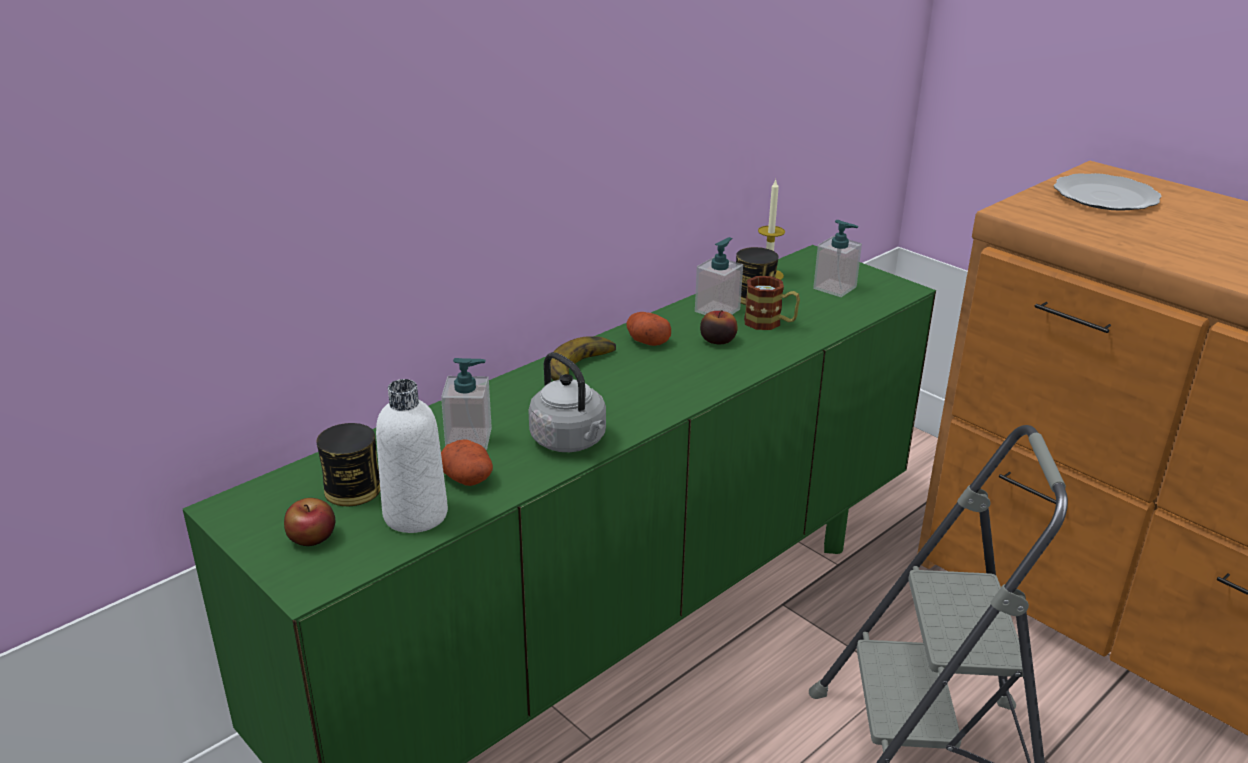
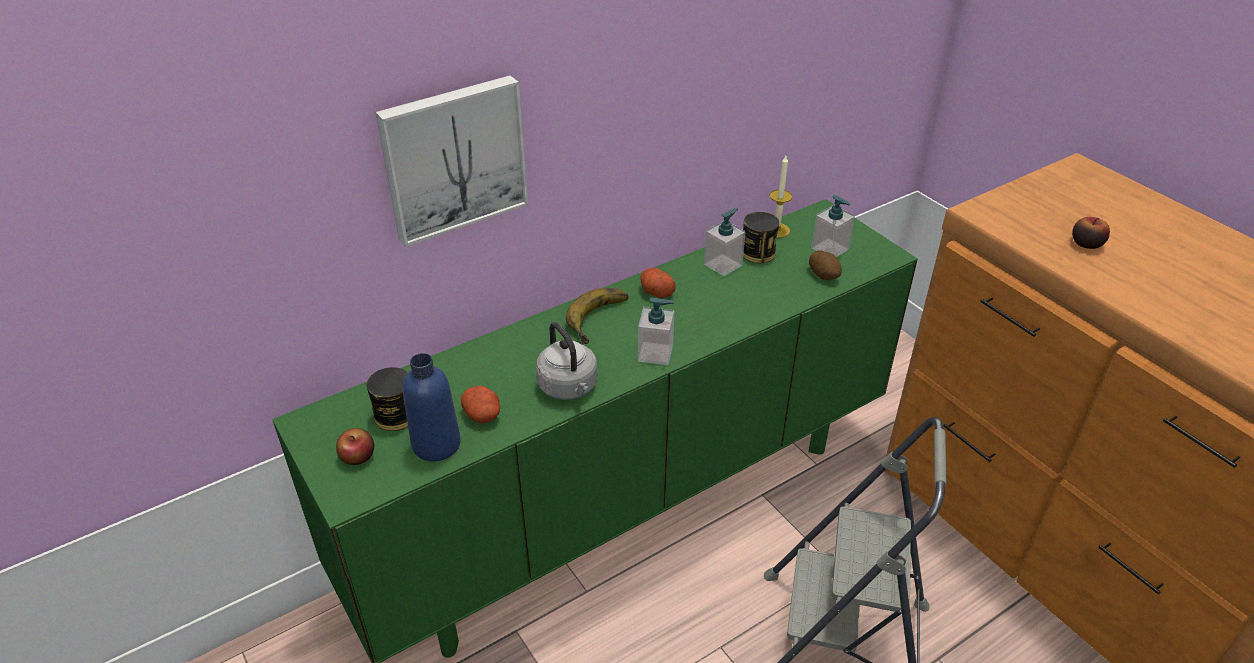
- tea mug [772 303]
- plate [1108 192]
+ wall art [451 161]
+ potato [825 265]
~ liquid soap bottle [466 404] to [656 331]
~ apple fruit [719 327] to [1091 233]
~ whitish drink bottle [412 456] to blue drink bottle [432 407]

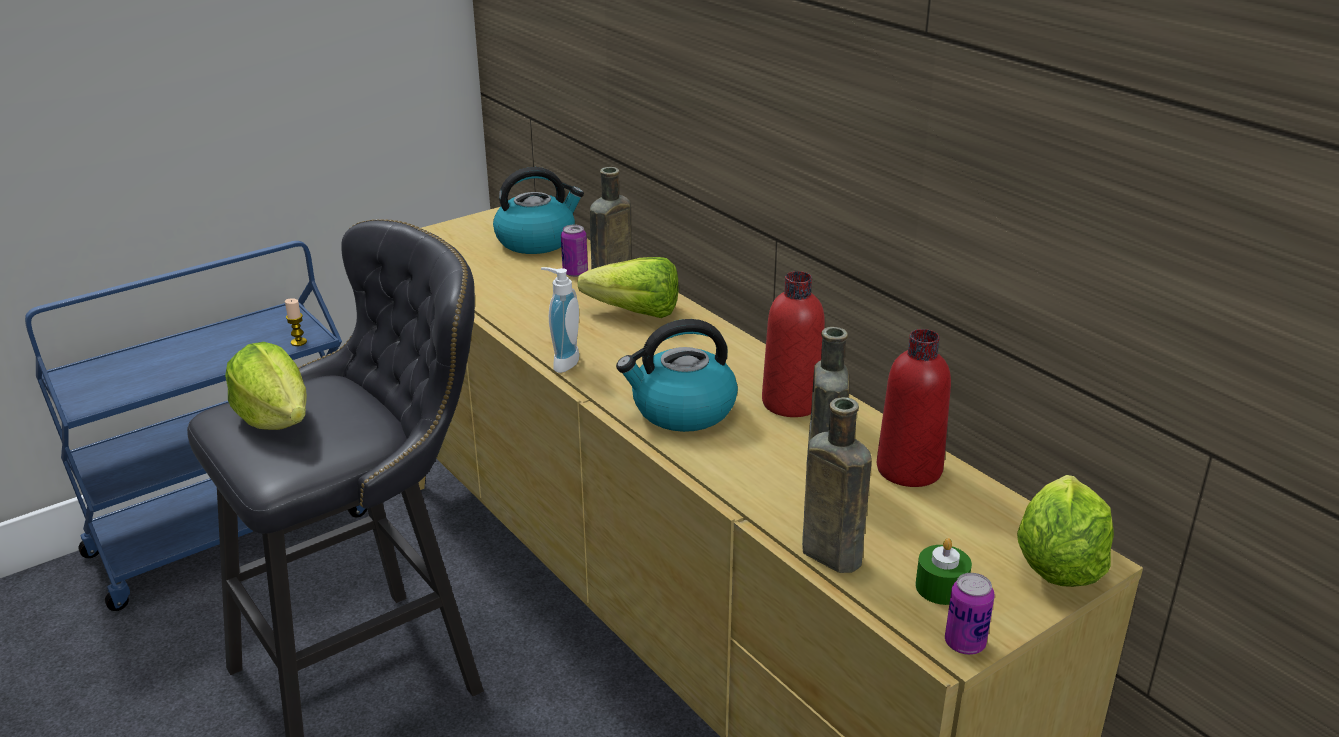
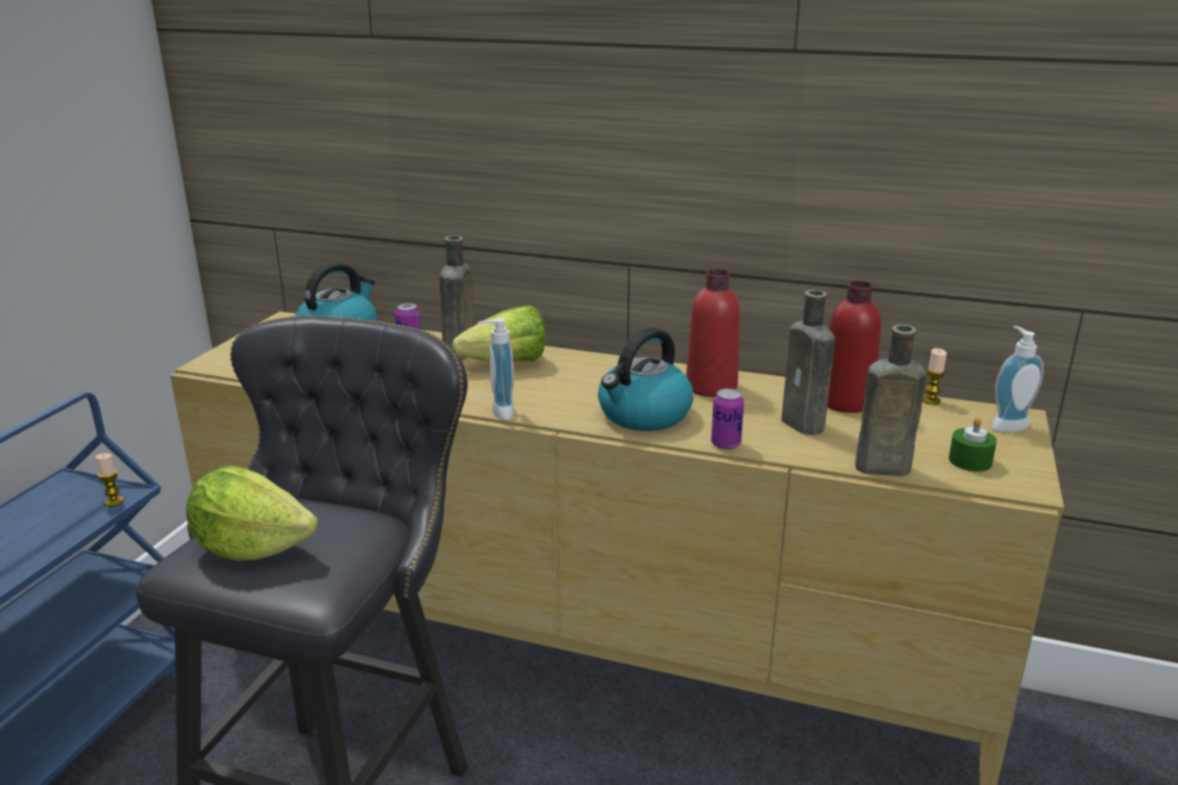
+ wax candle [935 376]
~ can [970 614] to [727 419]
~ lettuce [1065 531] to liquid soap bottle [1017 379]

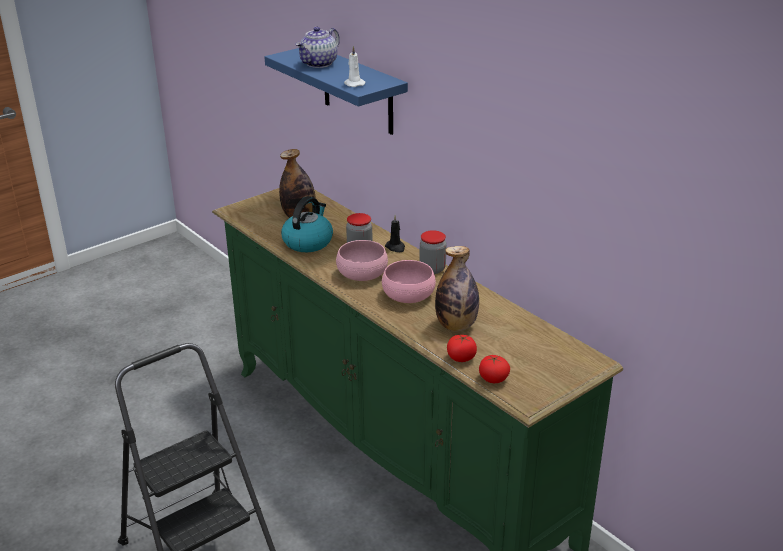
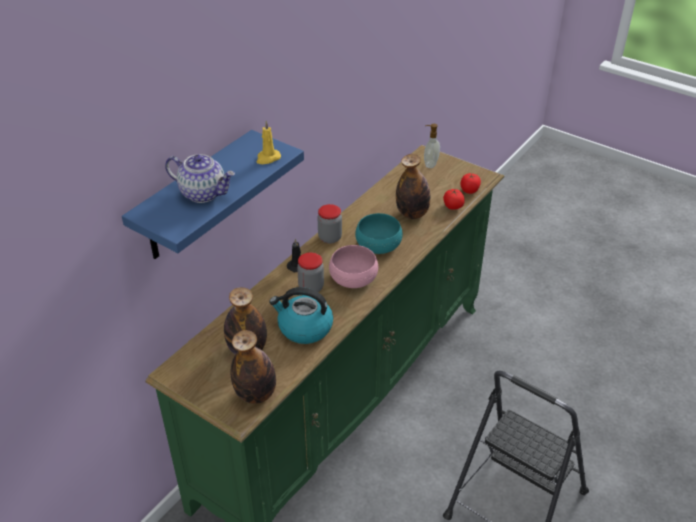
+ drink bottle [253 367]
+ liquid soap bottle [432 146]
~ whitish wax candle [354 66] to yellowish wax candle [269 142]
~ pinkish serving bowl [409 281] to turquoise serving bowl [379 233]

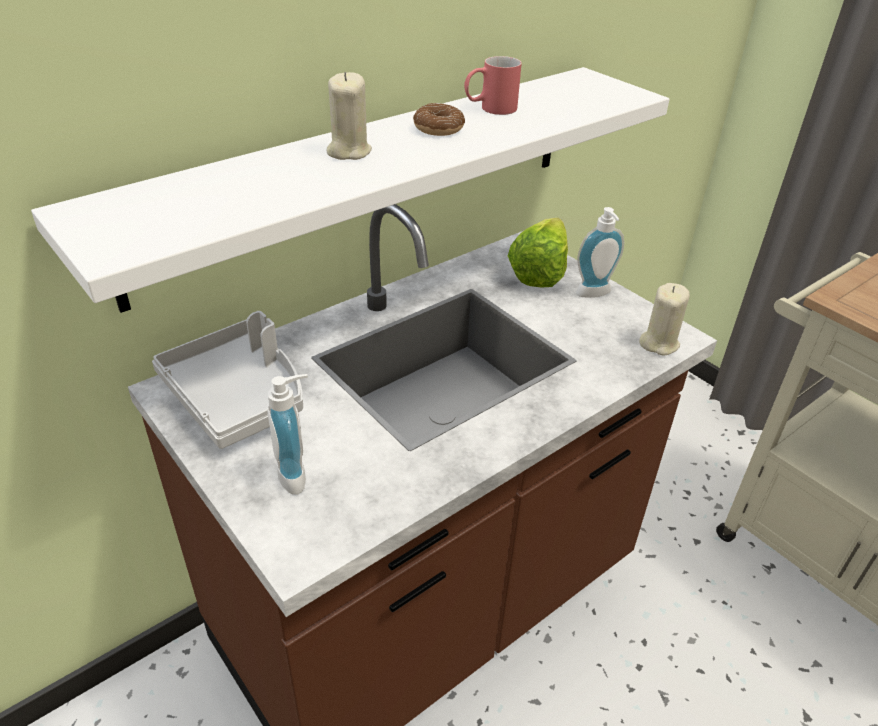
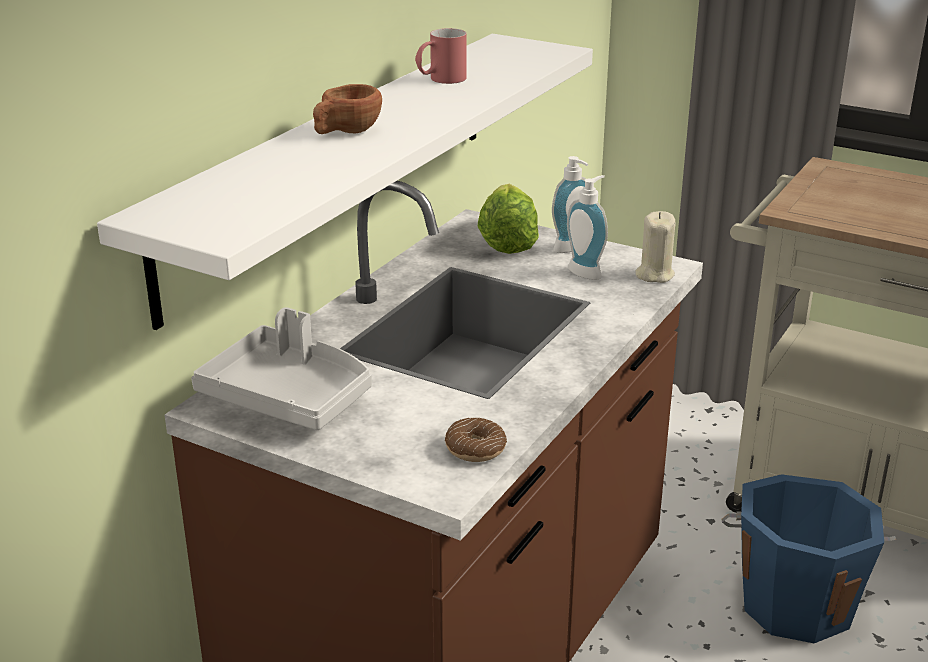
+ blue bucket [808 558]
~ liquid soap bottle [288 434] to [587 227]
~ doughnut [439 119] to [476 440]
~ sand-coloured wax candle [349 116] to brown cup [347 109]

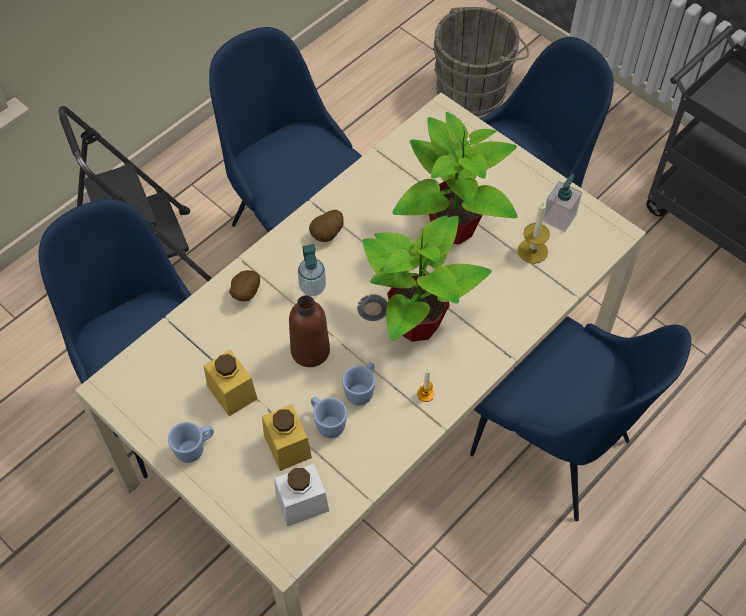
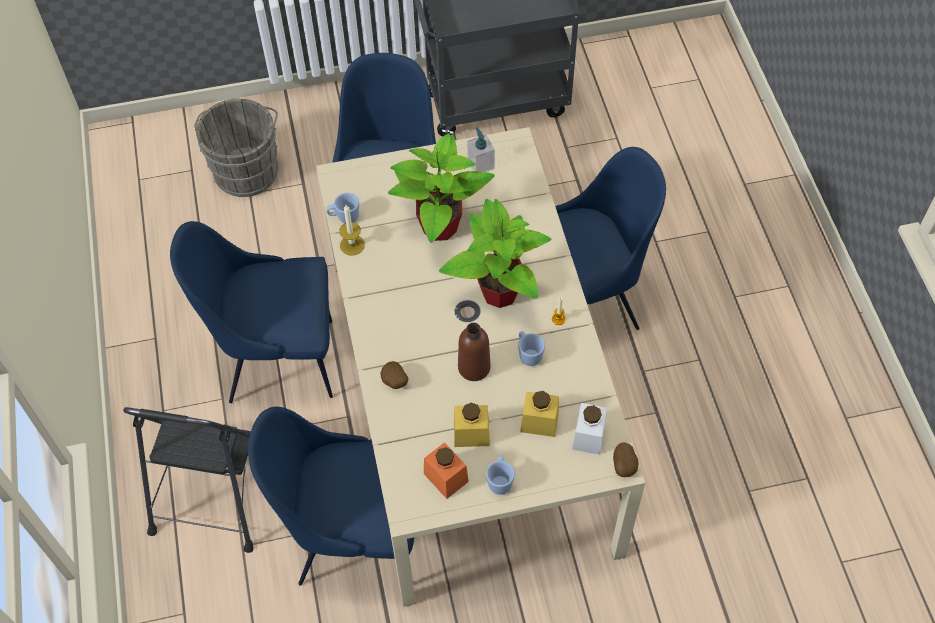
- liquid soap bottle [312 270]
+ orange-coloured storage jar [446 470]
~ potato [326 226] to [625 460]
~ blue tea mug [329 417] to [342 208]
~ wax candle [534 232] to [352 230]

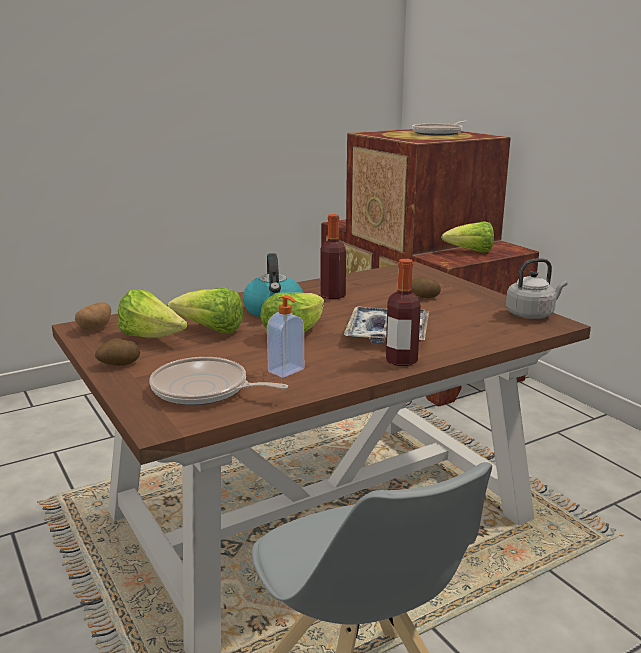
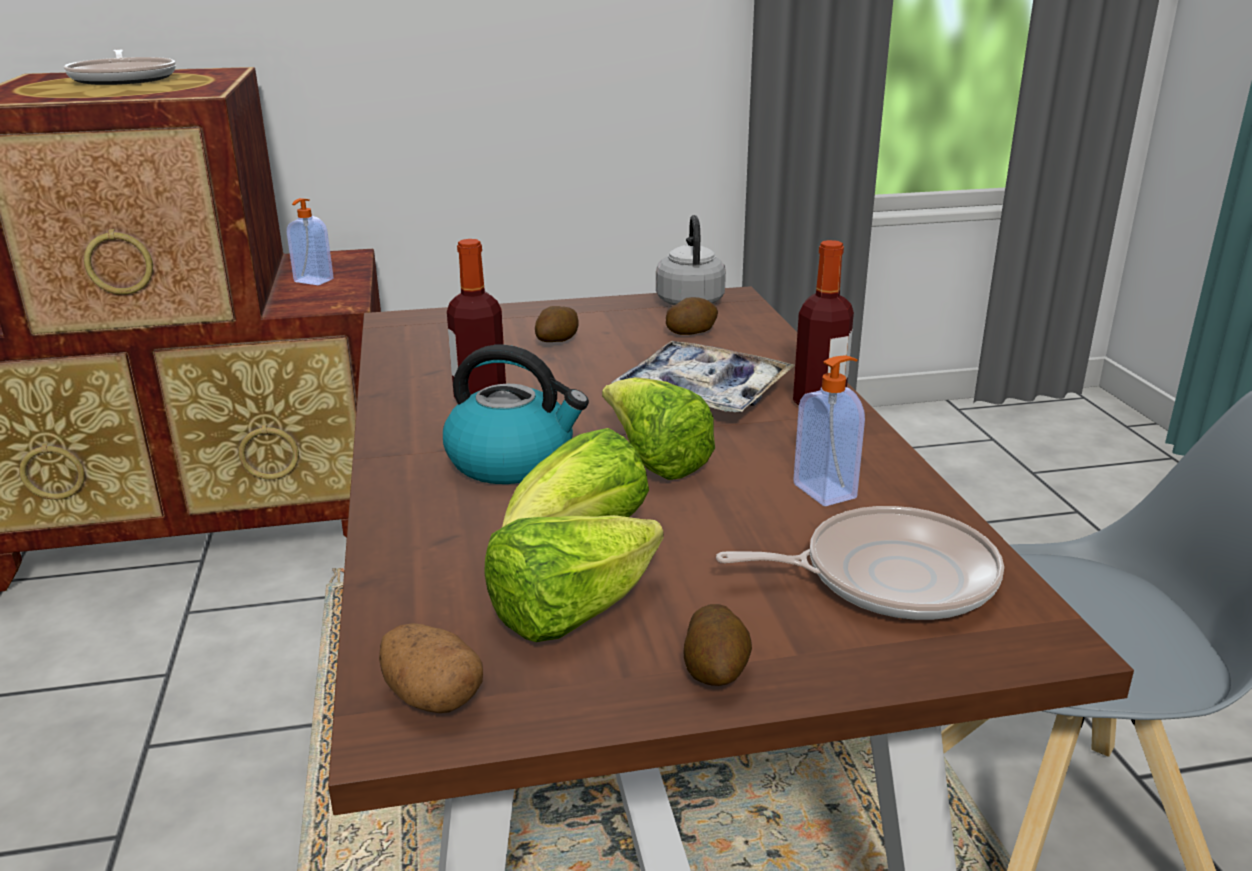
+ potato [692 316]
~ lettuce [467 237] to liquid soap bottle [310 241]
~ skillet [218 381] = [860 563] 135 degrees counterclockwise

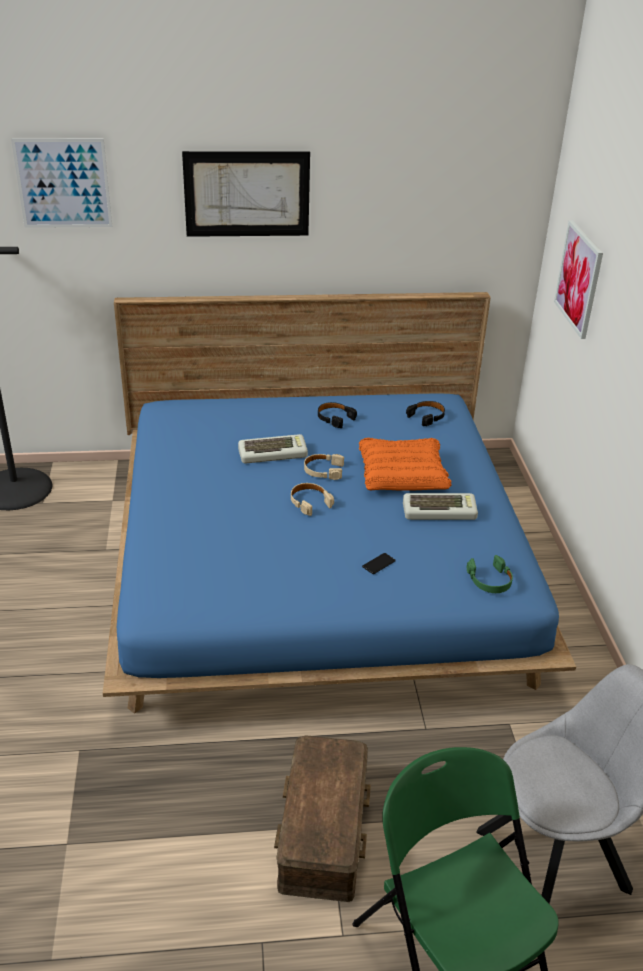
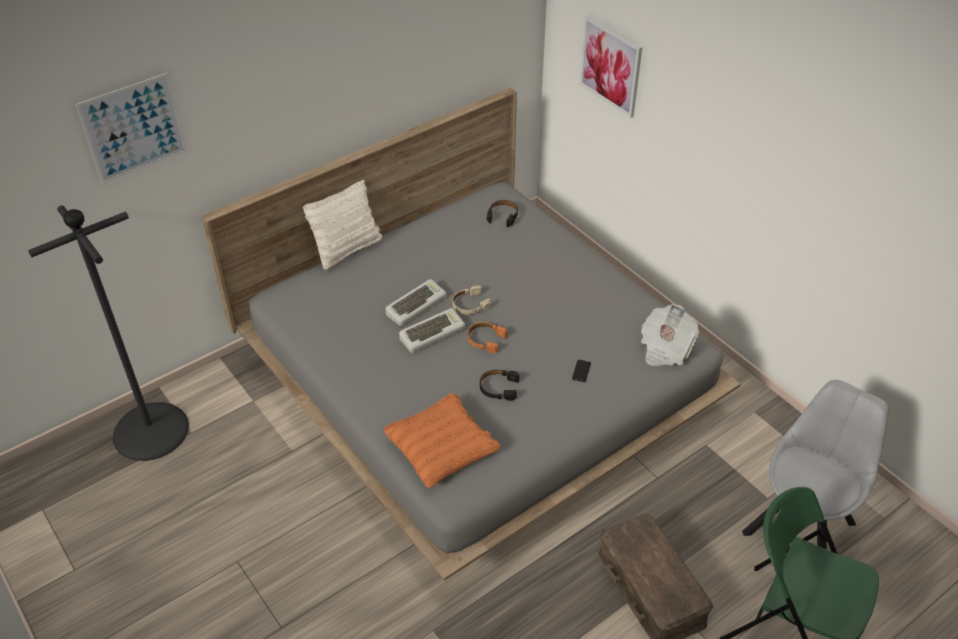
- wall art [246 194]
+ sand-coloured pillow [342 225]
~ black headset [337 415] to [499 385]
~ orange-coloured pillow [405 464] to [441 440]
~ keyboard [440 506] to [432 330]
~ green-coloured headset [490 574] to daily paper [670 335]
~ blue bed [339 503] to gray bed [471 334]
~ sand-coloured headset [312 499] to orange-coloured headset [487 337]

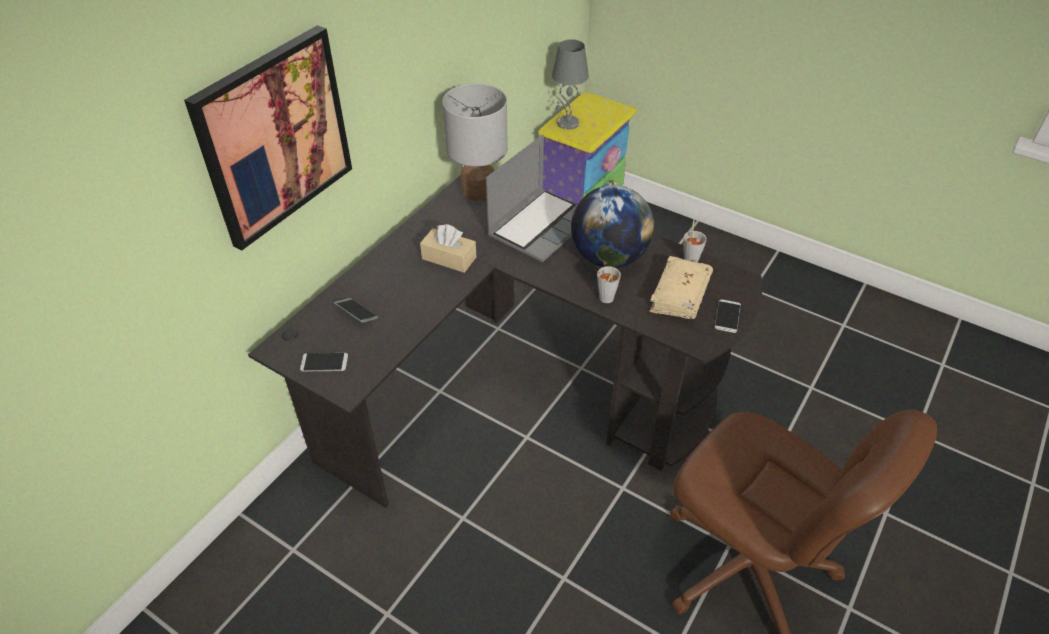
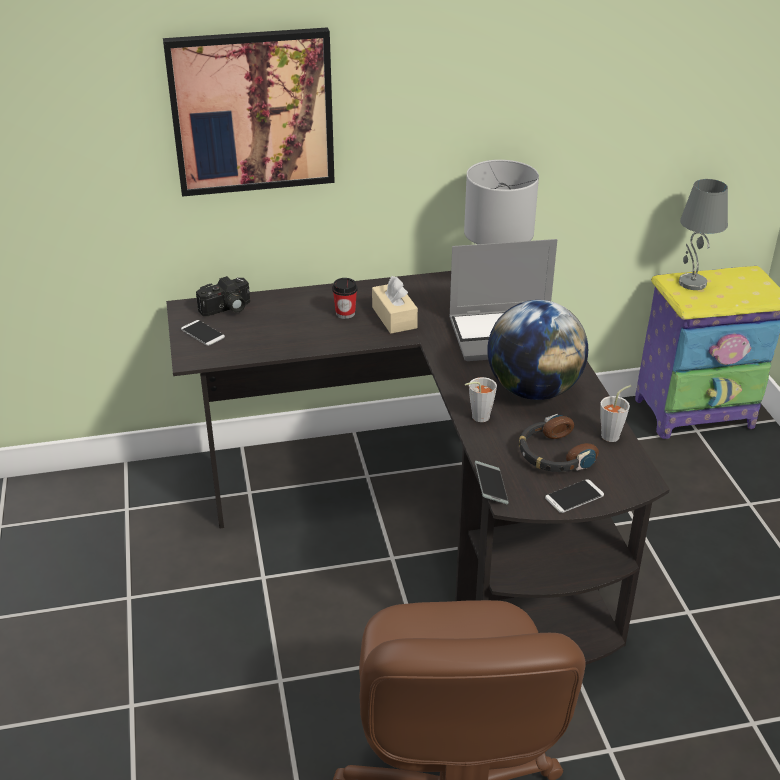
+ still camera [223 296]
+ cup [345 298]
~ handset [356 310] to [492 482]
~ sand-coloured book [681 287] to headset [559 443]

